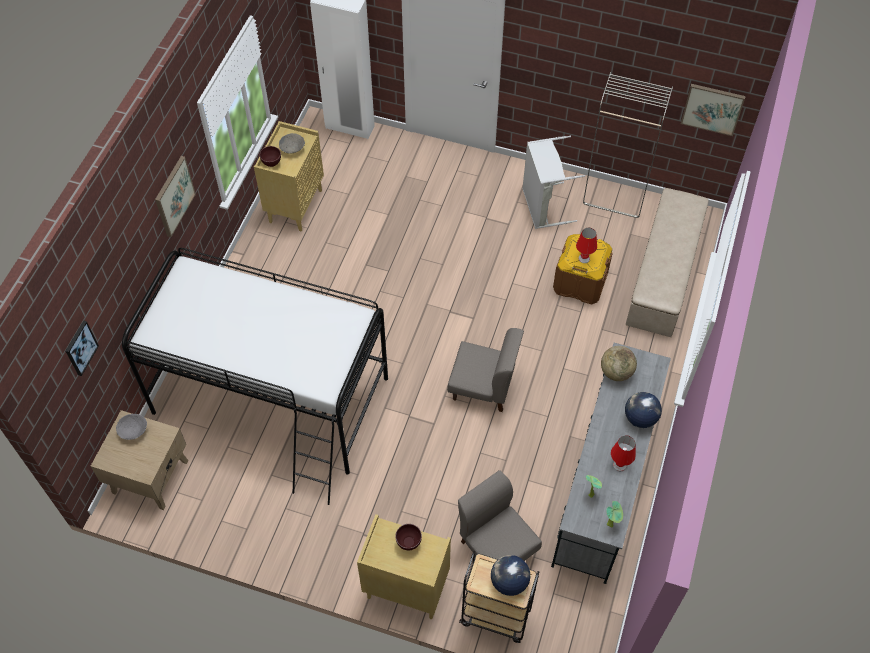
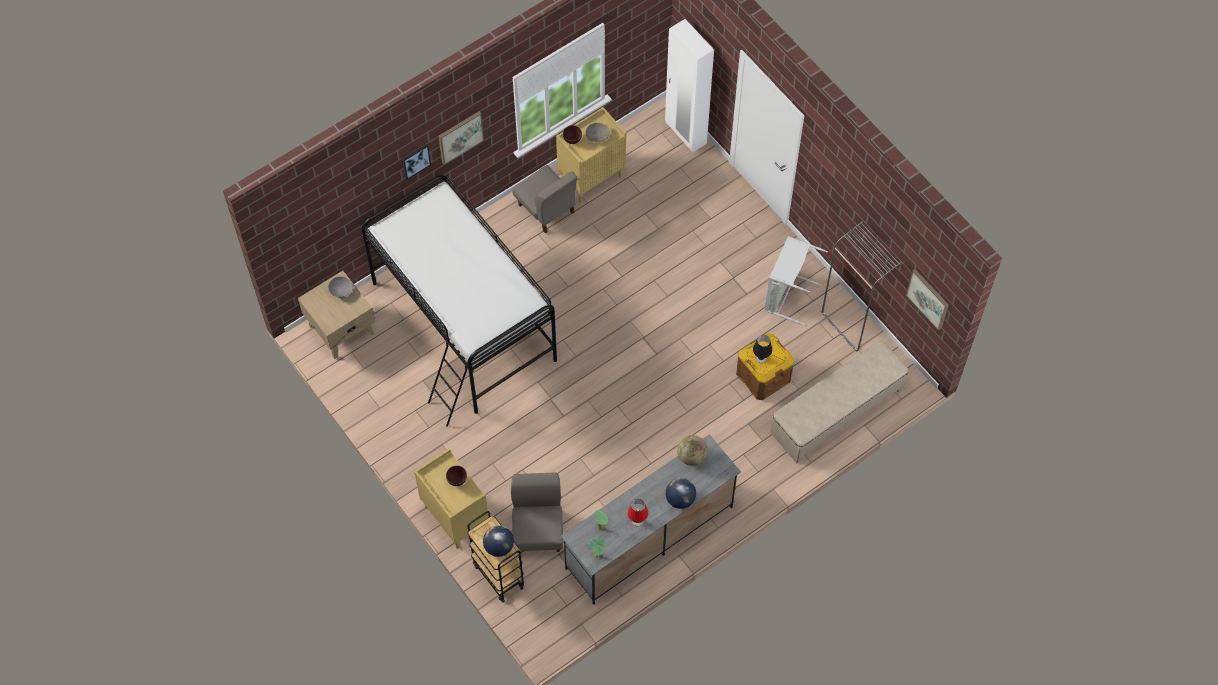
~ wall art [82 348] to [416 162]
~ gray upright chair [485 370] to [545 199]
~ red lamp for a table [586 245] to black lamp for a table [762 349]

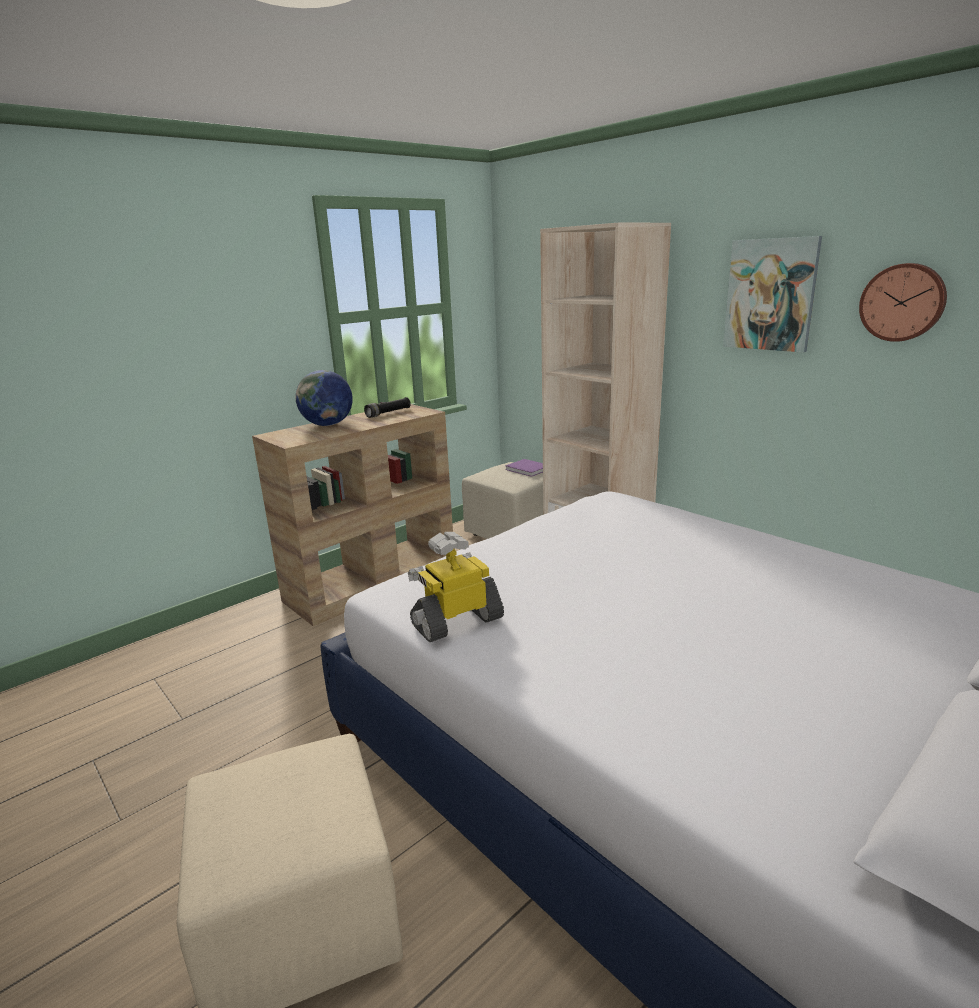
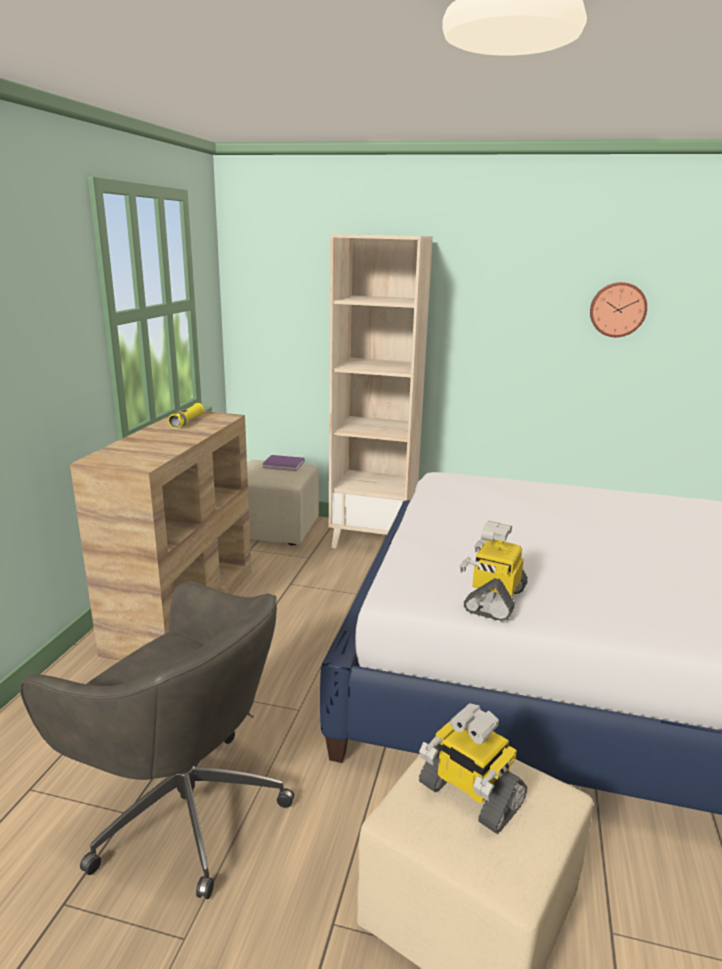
- globe [324 398]
- wall art [772 294]
+ gray desk chair [157 740]
+ robot figure [473 768]
~ black torch [387 407] to yellowish torch [186 416]

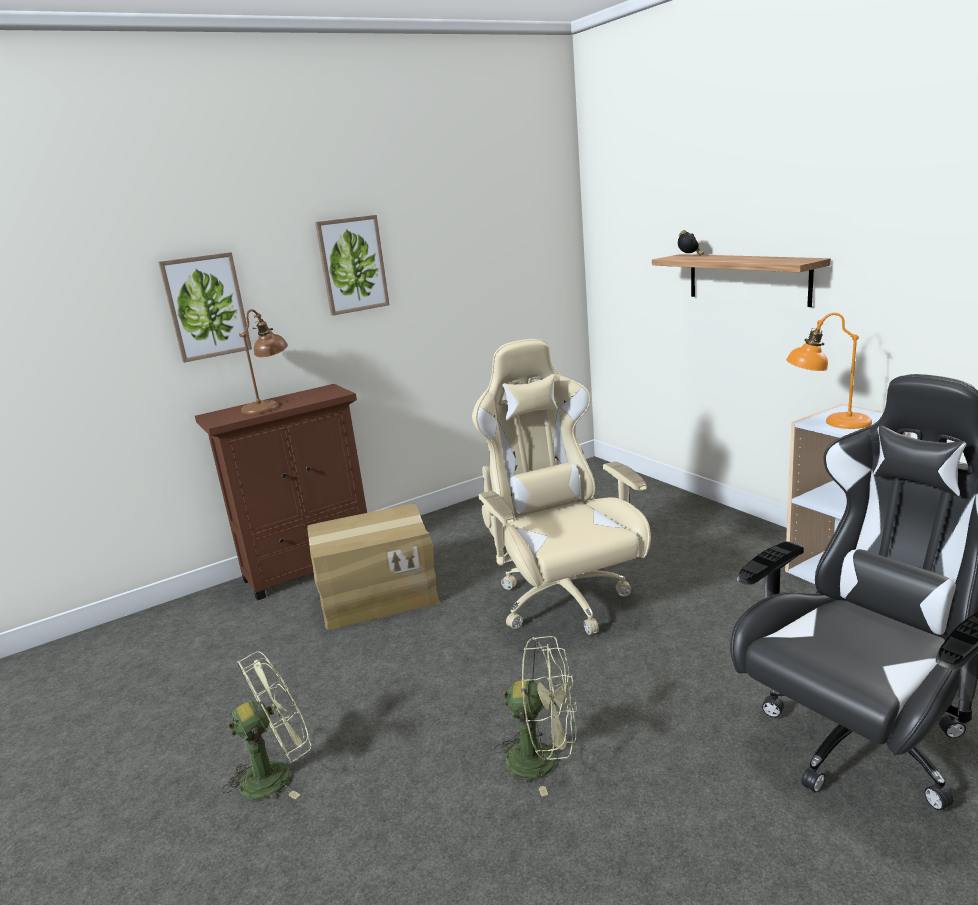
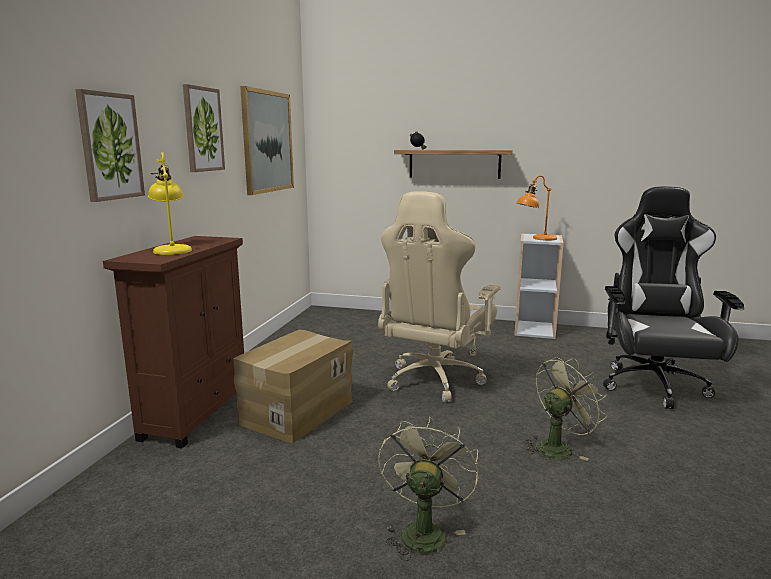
+ wall art [267 140]
~ brown lamp for a table [263 362] to yellowish lamp for a table [170 203]
~ sand-coloured desk chair [561 487] = [439 296] 90 degrees counterclockwise

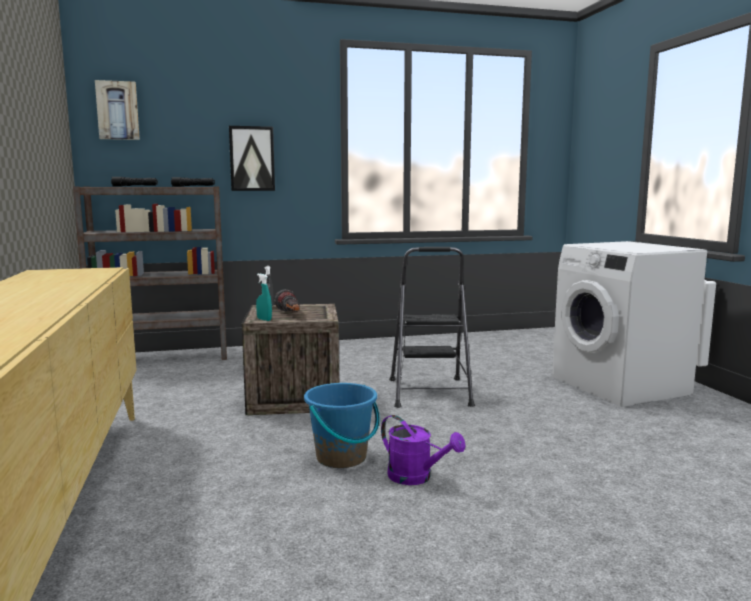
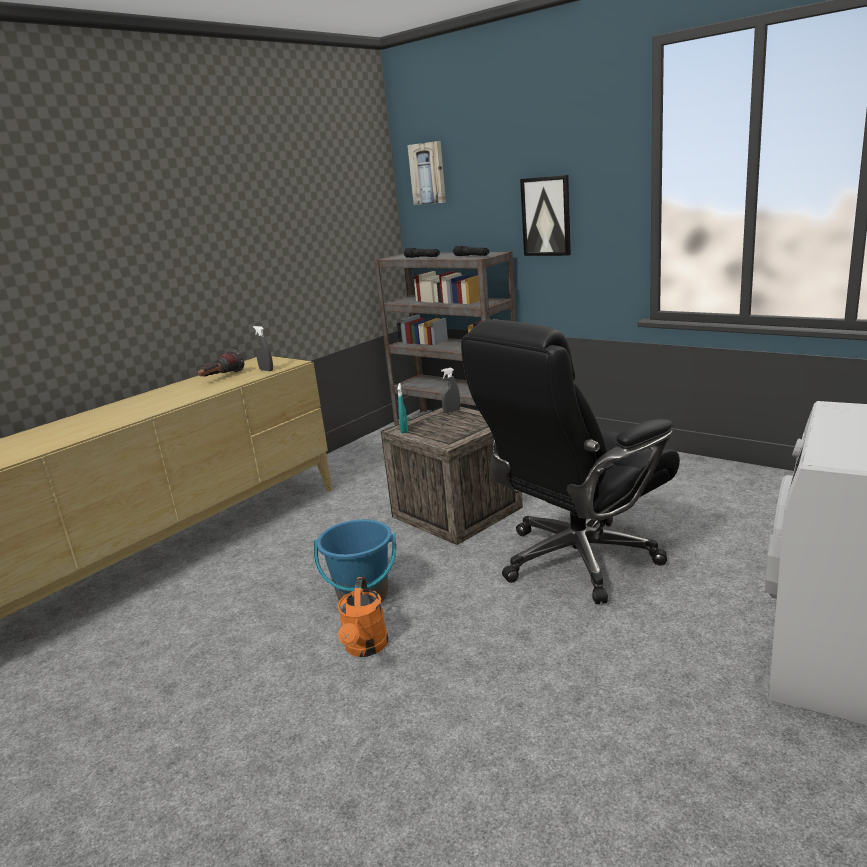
+ gray spray bottle [263 348]
~ torch [287 300] to [220 363]
~ black step stool [432 327] to black desk chair [570 461]
~ purple watering pot [423 450] to orange-coloured watering pot [363 617]

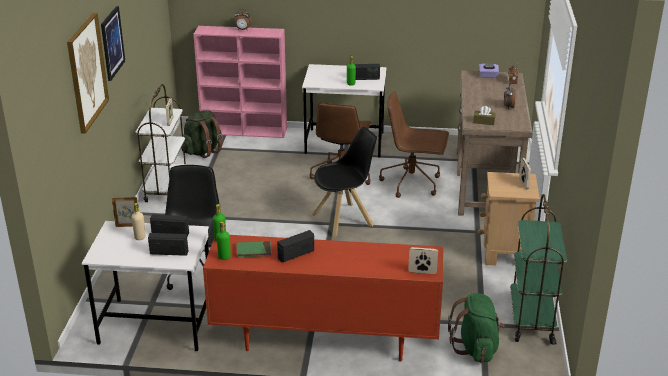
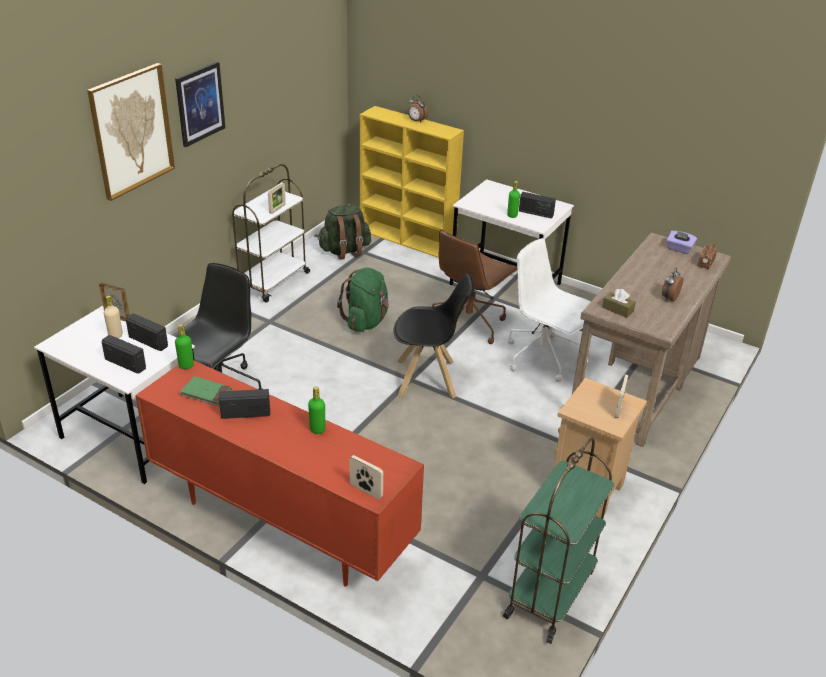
~ green-coloured drink bottle [223 240] to [316 410]
~ green-coloured knapsack [476 328] to [363 300]
~ pinkish bookcase [240 82] to yellowish bookcase [412 182]
~ brown desk chair [414 144] to whitish desk chair [549 310]

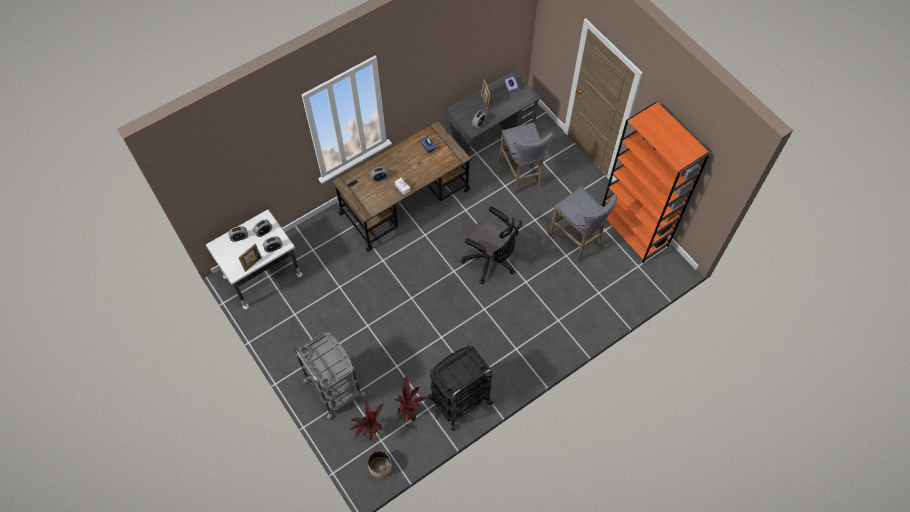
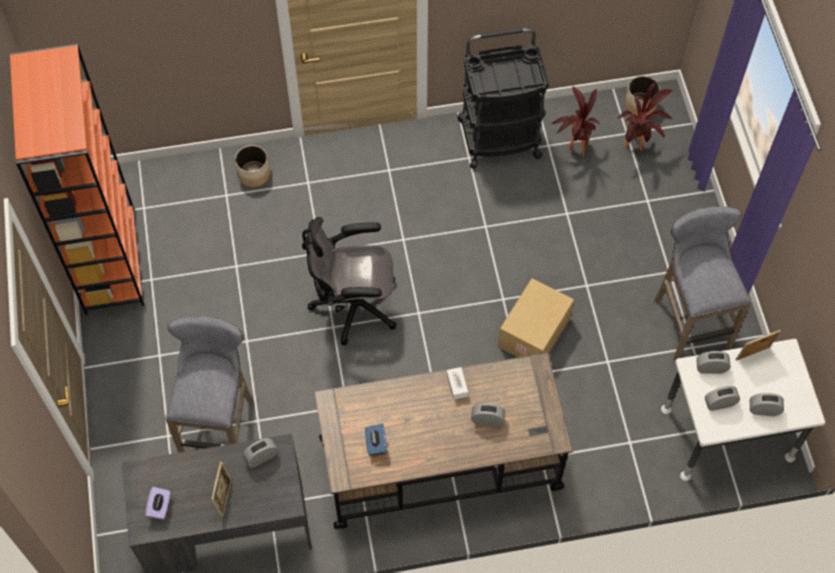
- gray cart [329 376]
+ plant pot [252 166]
+ packing box [536 317]
~ gray sitting stool [582 224] to [702 283]
~ desk chair [491 245] = [349 281] 60 degrees counterclockwise

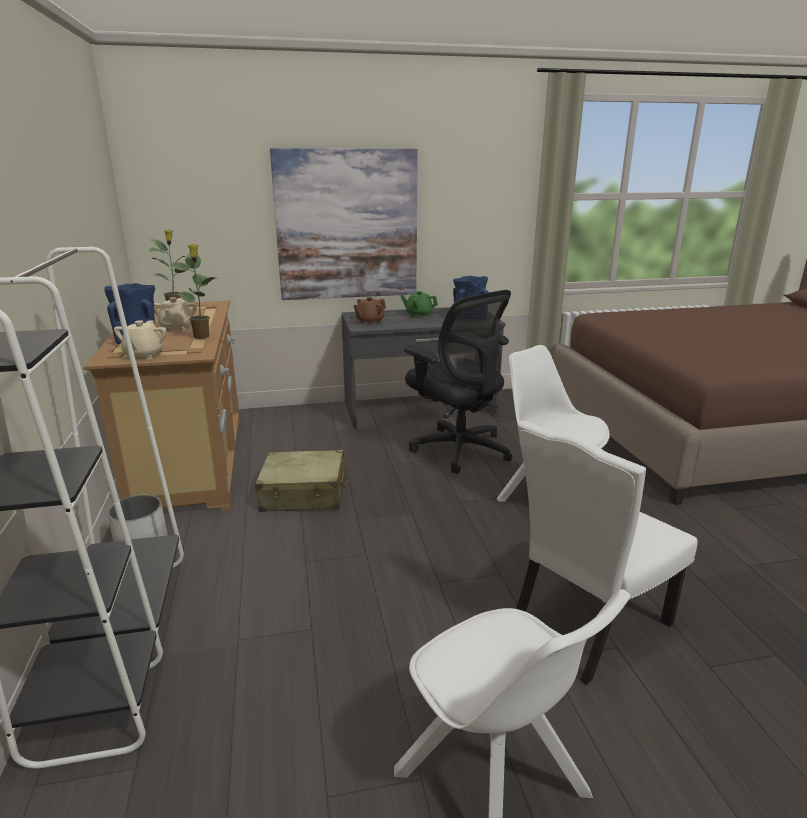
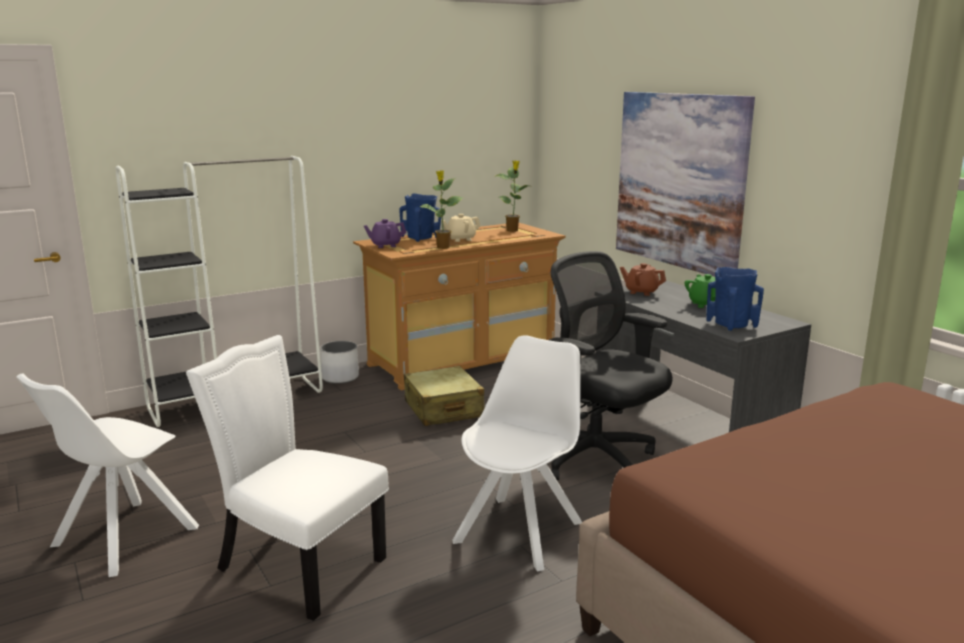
~ sand-coloured teapot [140 339] to purple teapot [385 233]
~ black desk chair [458 382] = [611 365] 105 degrees clockwise

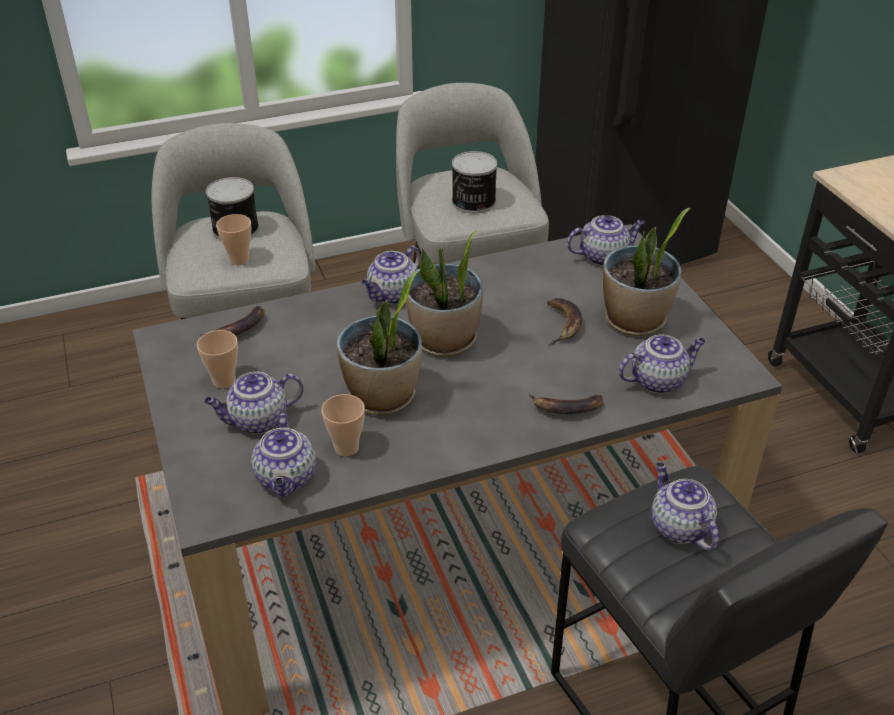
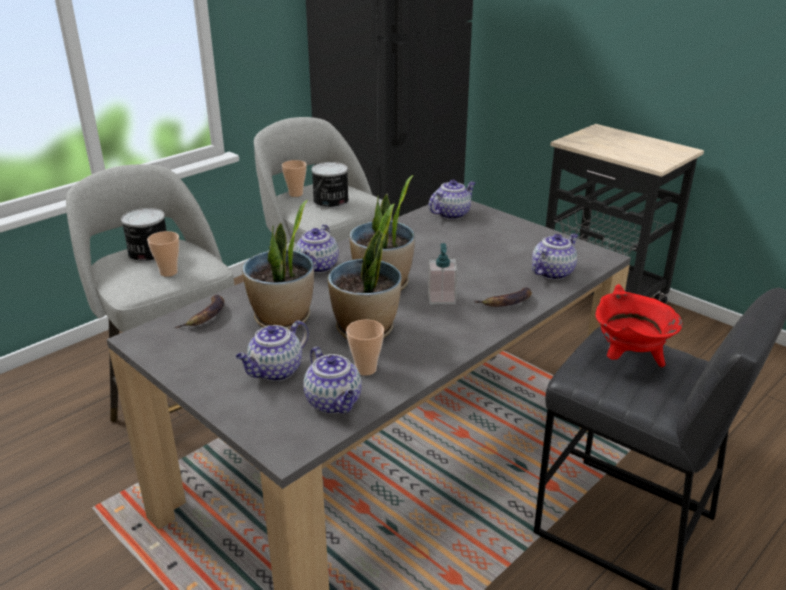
- whole banana [564 322]
+ liquid soap bottle [443 273]
~ cup [217 359] to [294 178]
~ plant in a pot [646 272] to [278 264]
~ teapot [685 507] to red stockpot [639 325]

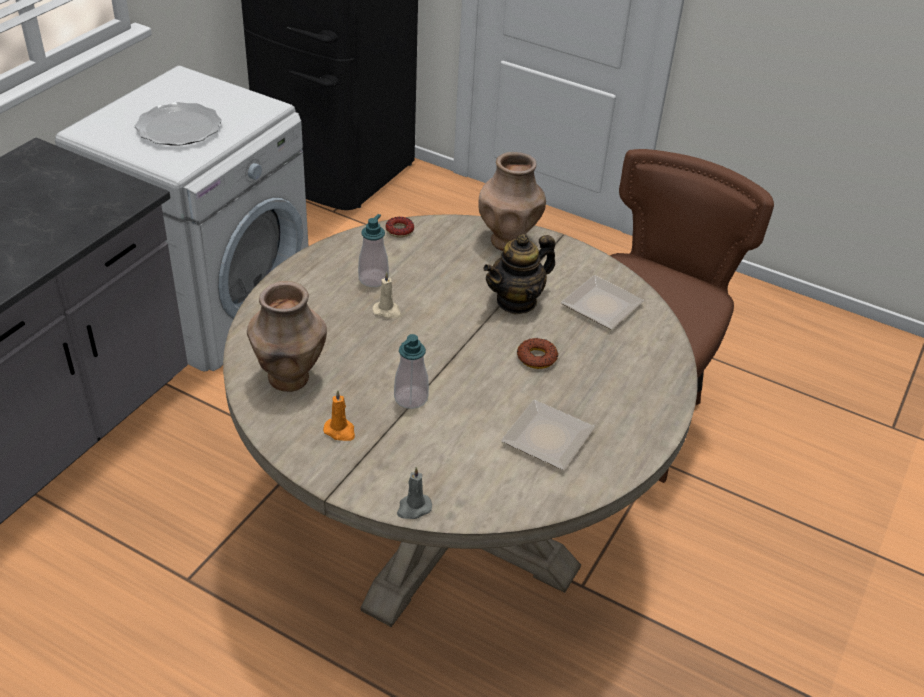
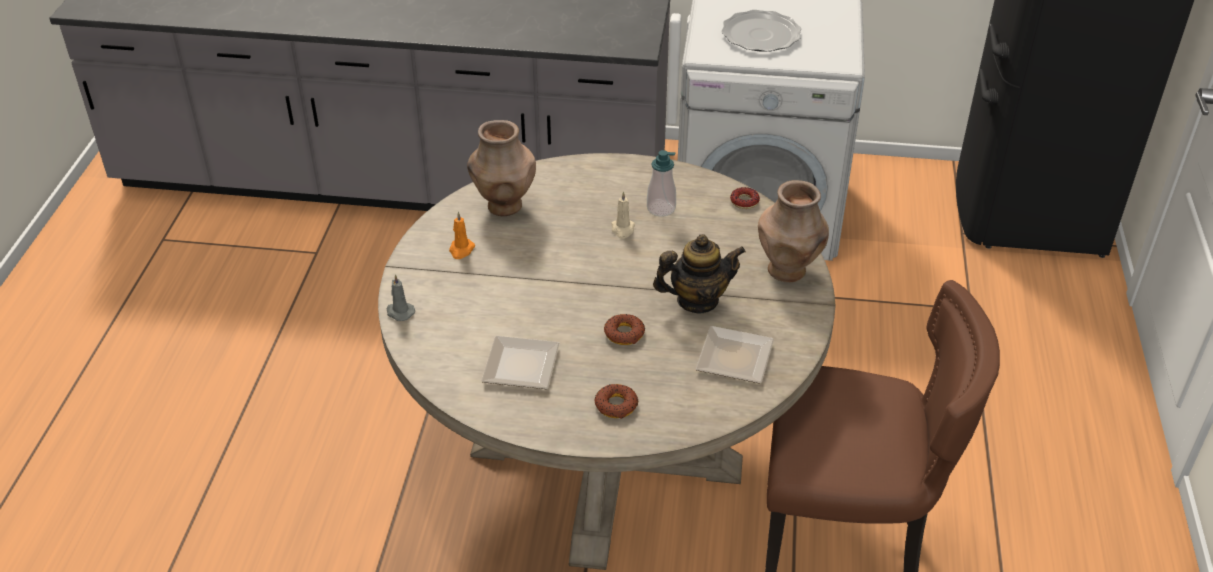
- liquid soap bottle [411 371]
+ doughnut [617 401]
~ teapot [519 274] = [699 274] 135 degrees clockwise

